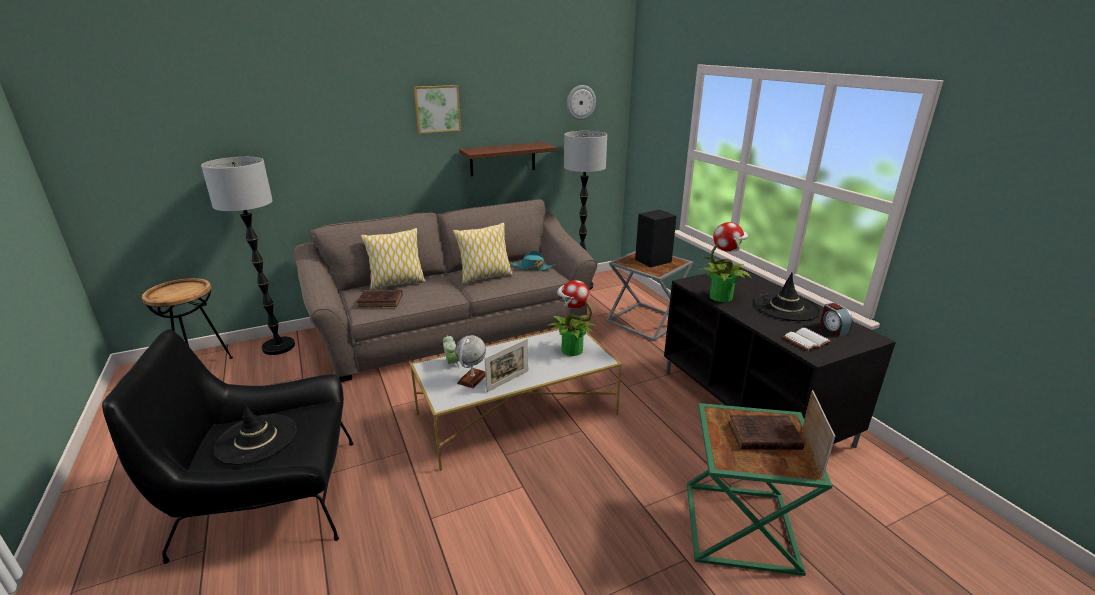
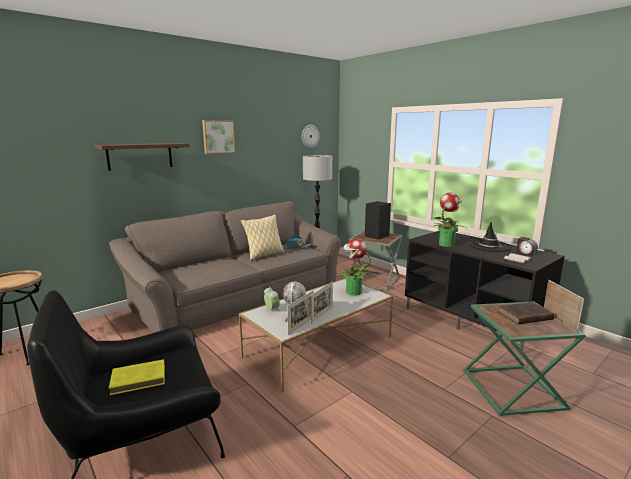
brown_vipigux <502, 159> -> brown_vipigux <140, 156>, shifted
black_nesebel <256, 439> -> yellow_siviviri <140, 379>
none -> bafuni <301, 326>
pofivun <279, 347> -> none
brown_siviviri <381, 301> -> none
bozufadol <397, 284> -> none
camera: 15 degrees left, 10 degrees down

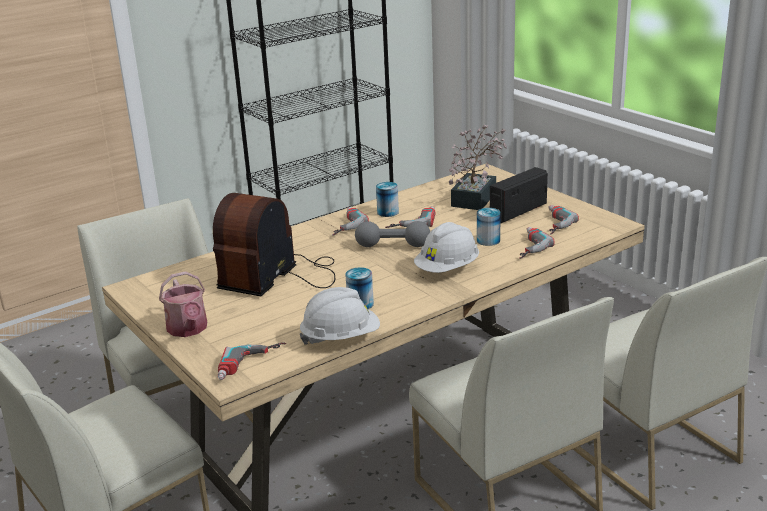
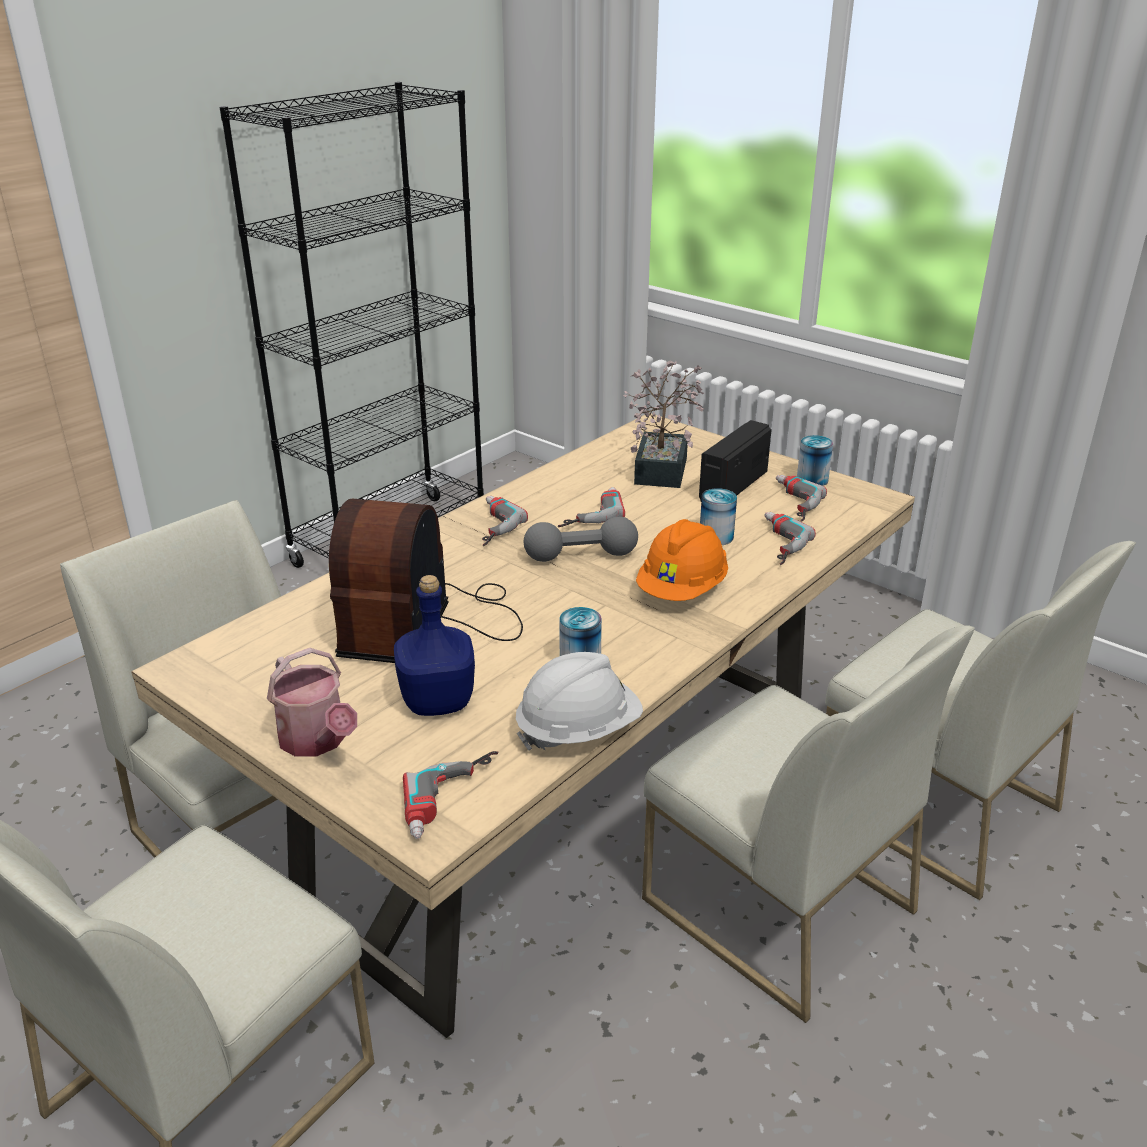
none -> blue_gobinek <438, 702>
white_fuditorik <447, 269> -> orange_fuditorik <682, 590>
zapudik <388, 212> -> zapudik <812, 480>, shifted
camera: 15 degrees left, 5 degrees up

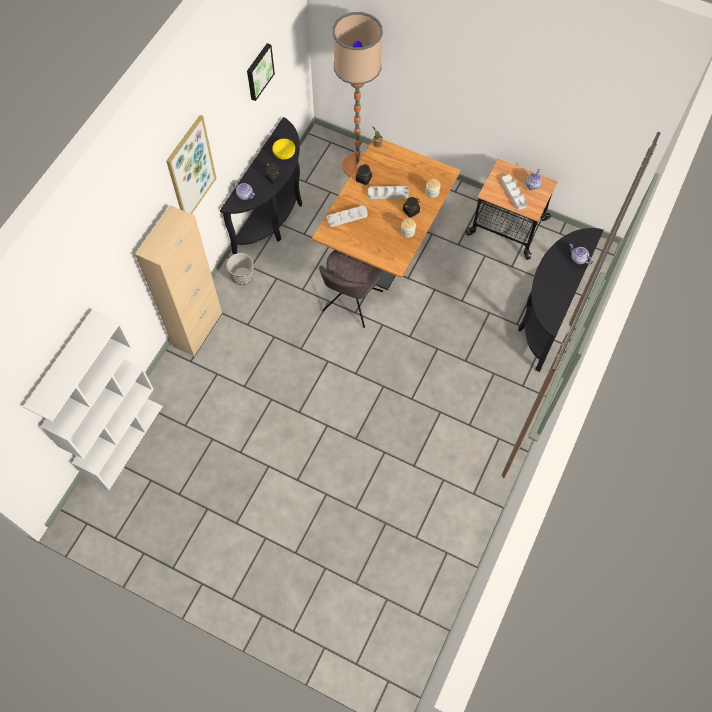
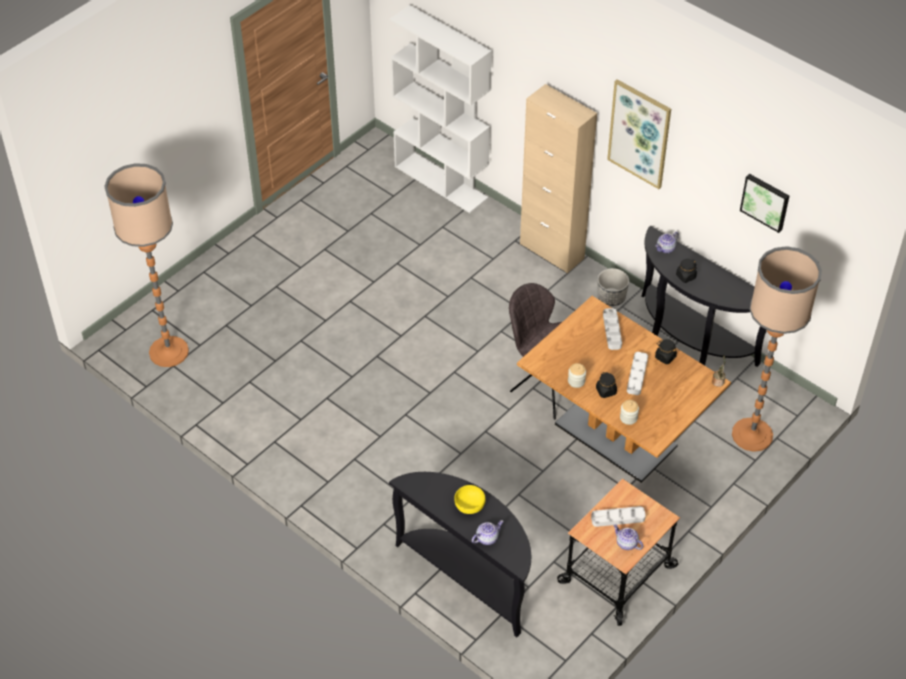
none -> pofivun <168, 352>
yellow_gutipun <284, 154> -> yellow_gutipun <469, 505>, shifted
camera: 105 degrees right, 15 degrees down

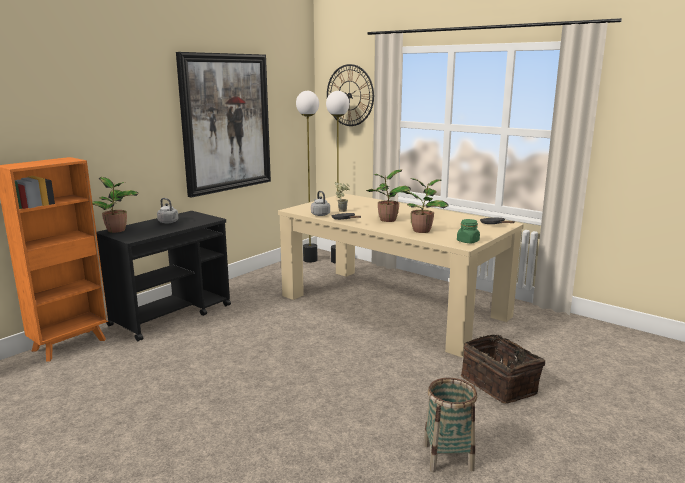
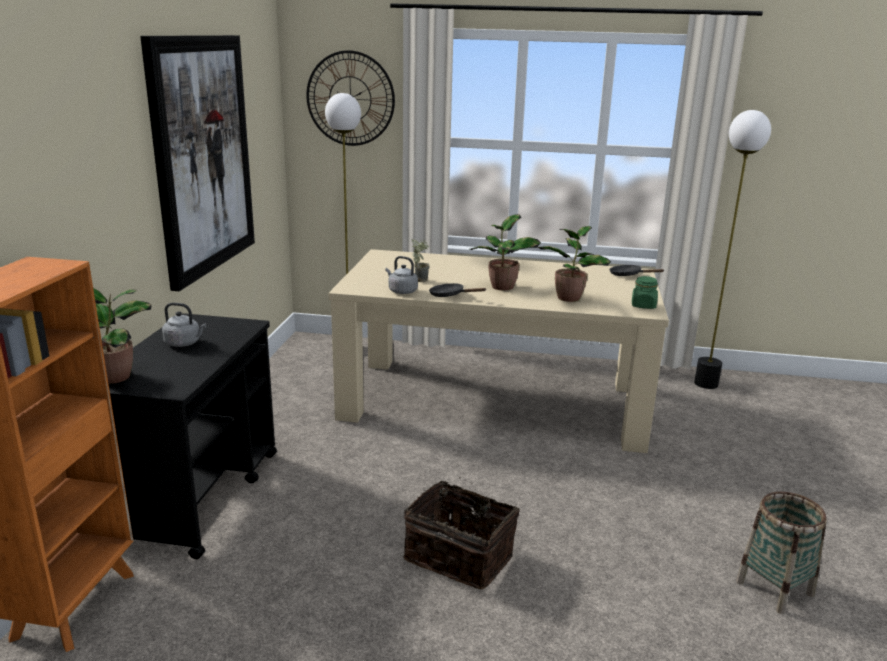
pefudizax <500, 385> -> pefudizax <460, 556>, shifted
pofivun <310, 260> -> pofivun <705, 384>, shifted
camera: 30 degrees left, 5 degrees up

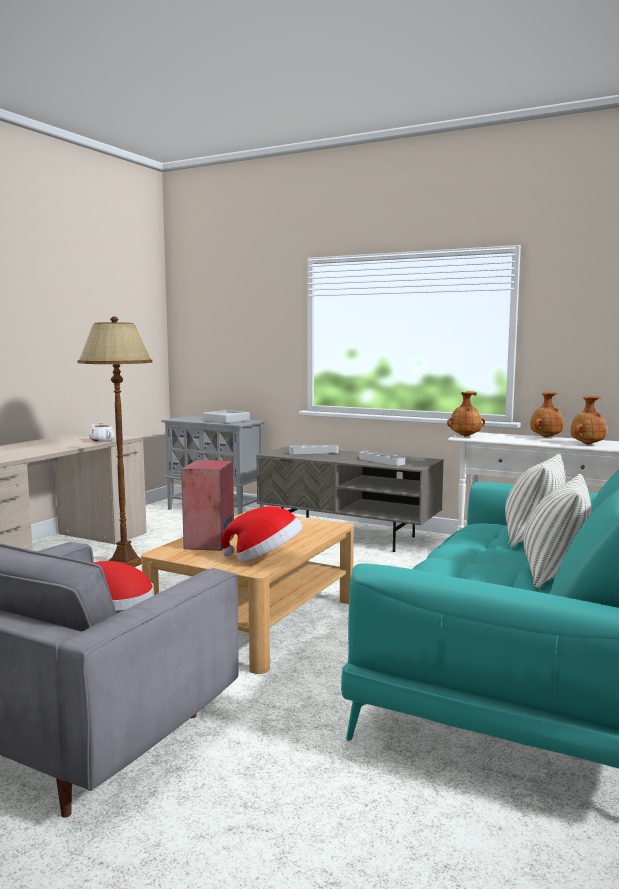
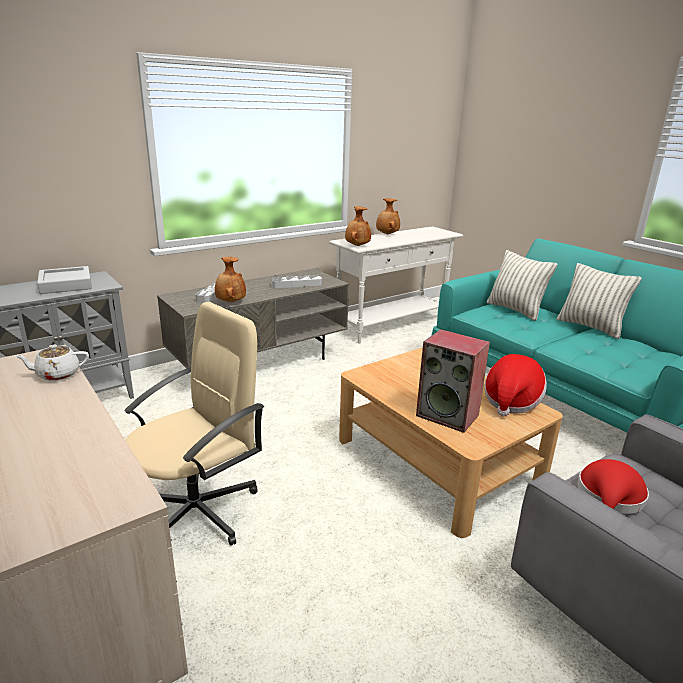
brown_pofivun <124, 563> -> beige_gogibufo <198, 510>
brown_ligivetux <586, 444> -> brown_ligivetux <230, 302>, shifted
camera: 65 degrees left, 15 degrees up

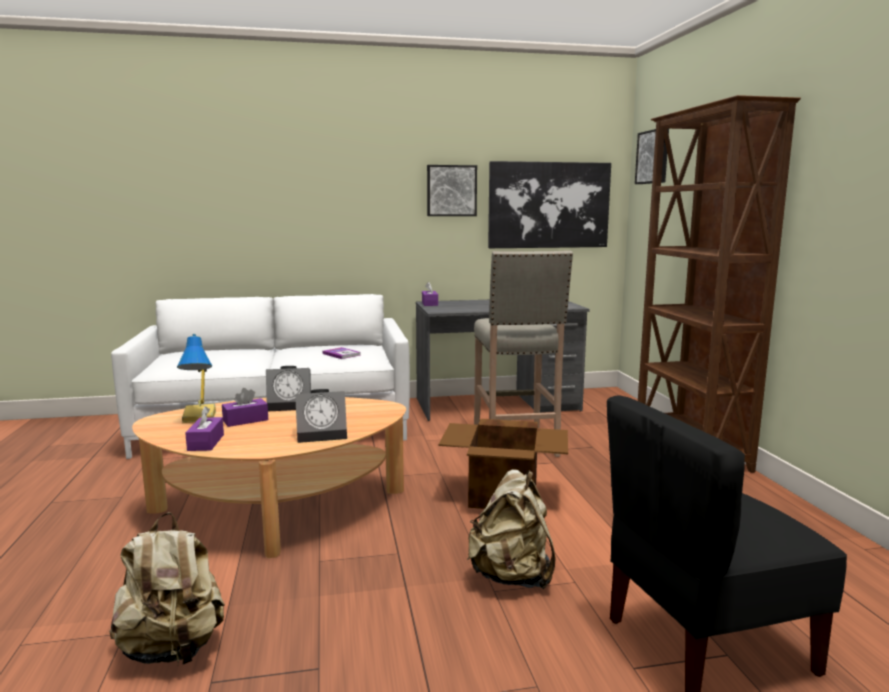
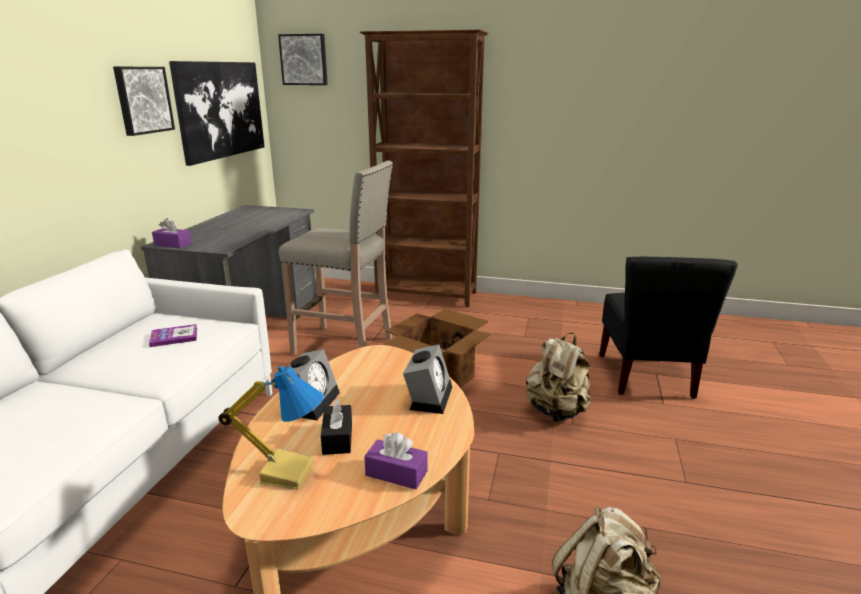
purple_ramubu <245, 420> -> black_ramubu <337, 438>
camera: 65 degrees left, 10 degrees up

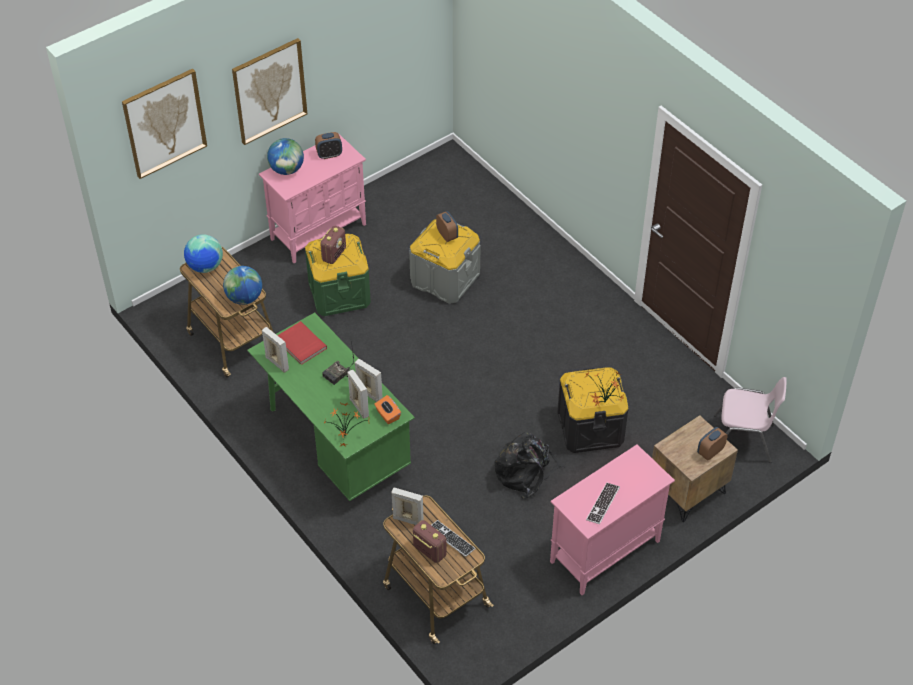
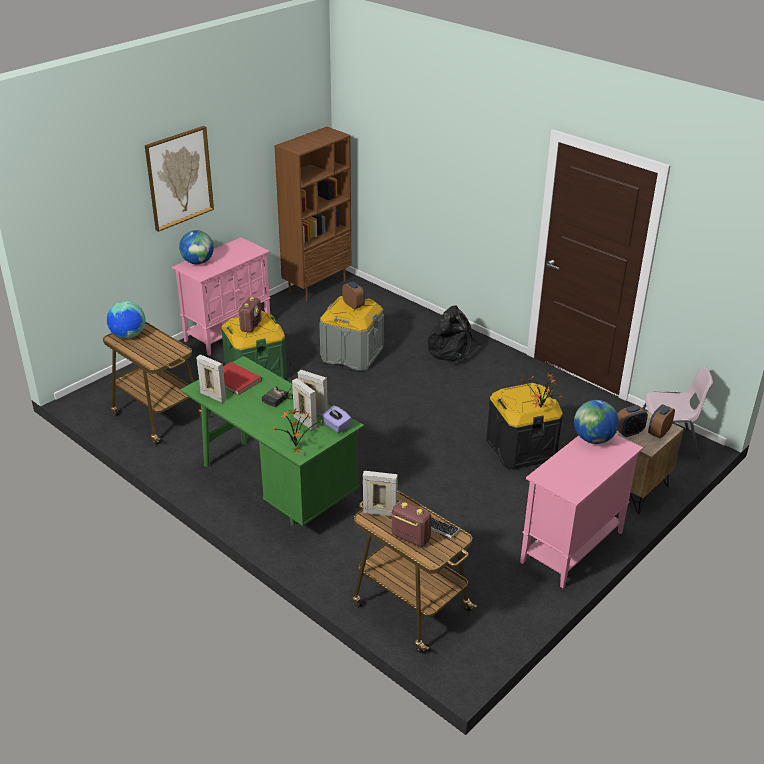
none -> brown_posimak <317, 286>
orange_ramubu <387, 415> -> purple_ramubu <336, 426>
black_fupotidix <526, 472> -> black_fupotidix <453, 350>, shifted
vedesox <244, 298> -> vedesox <593, 439>, shifted
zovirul <329, 155> -> zovirul <629, 432>, shifted
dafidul <164, 123> -> none
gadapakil <603, 504> -> none
camera: 10 degrees left, 15 degrees down

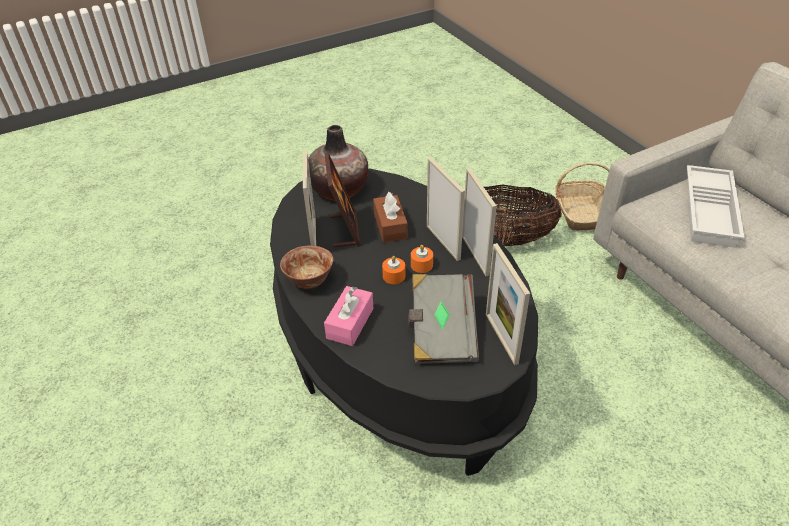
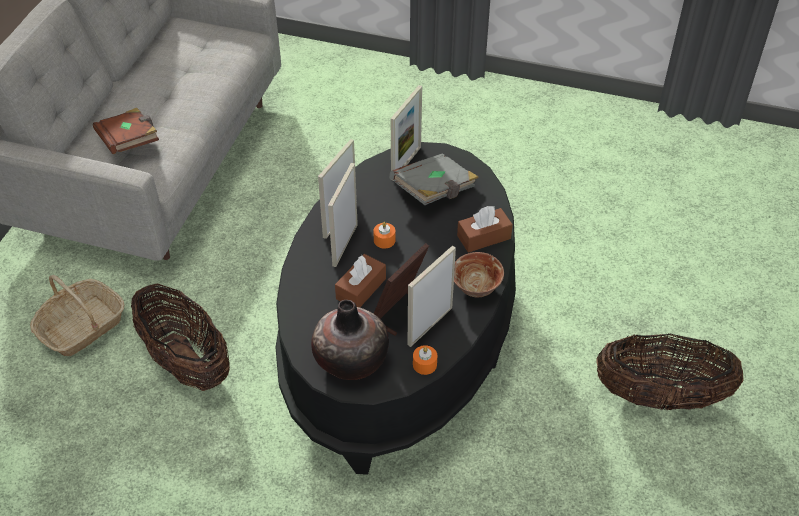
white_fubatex <711, 212> -> brown_siviviri <130, 142>
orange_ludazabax <394, 276> -> orange_ludazabax <424, 364>, shifted
pink_ramubu <350, 323> -> brown_ramubu <484, 237>
none -> pefudizax <660, 396>
camera: 135 degrees left, 5 degrees up

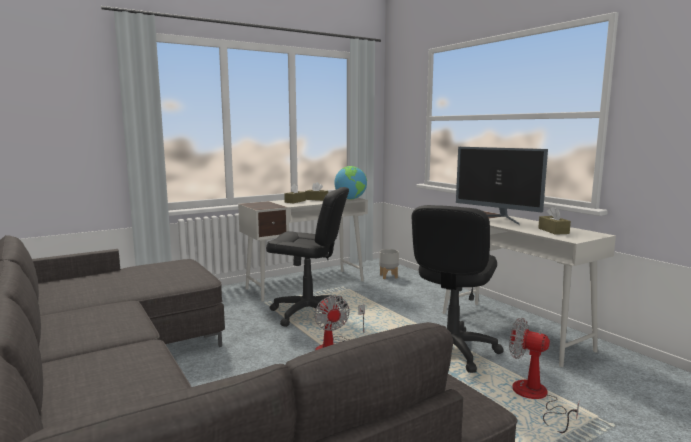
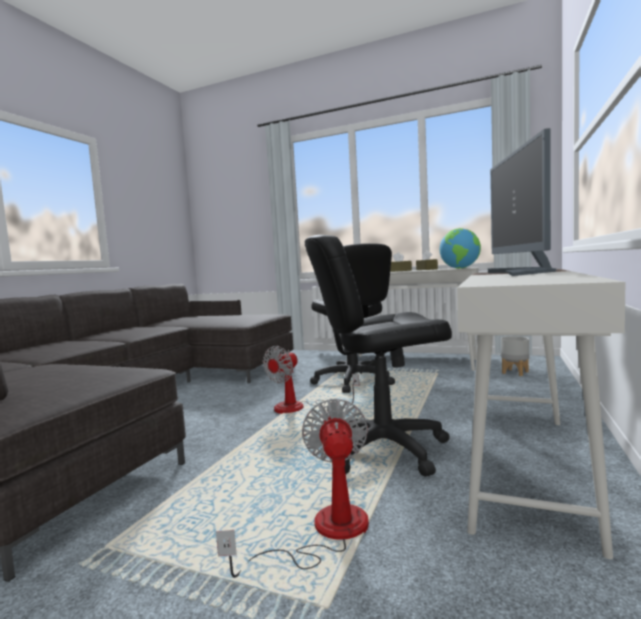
brown_ramubu <553, 231> -> none
camera: 55 degrees right, 5 degrees down

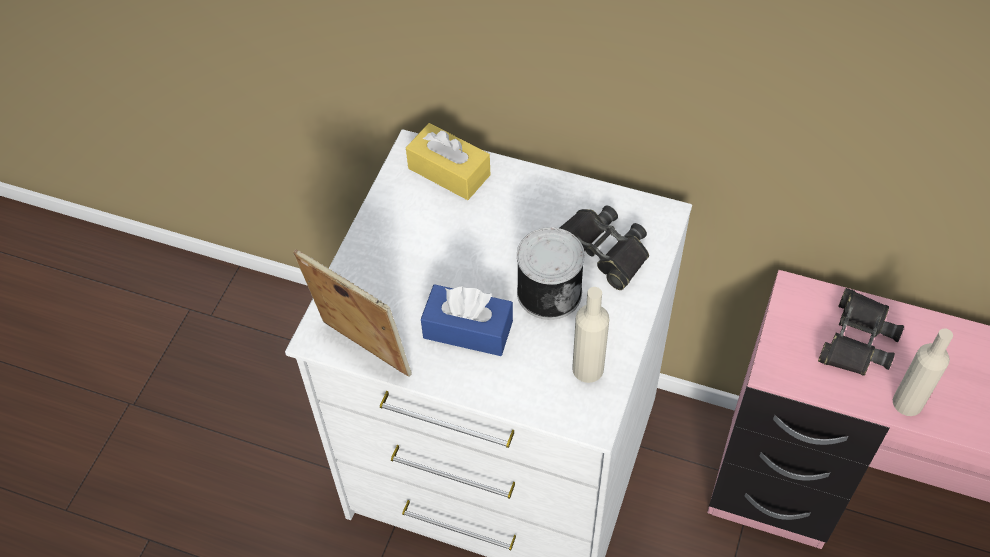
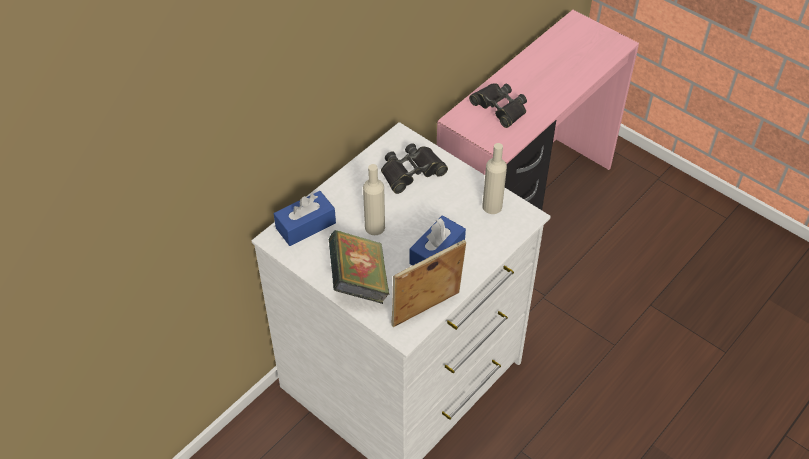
yellow_ramubu <449, 171> -> blue_ramubu <305, 225>
none -> siviviri <359, 281>
beige_gobinek <907, 402> -> beige_gobinek <375, 227>, shifted
zapudik <548, 291> -> none
camera: 70 degrees left, 5 degrees down

